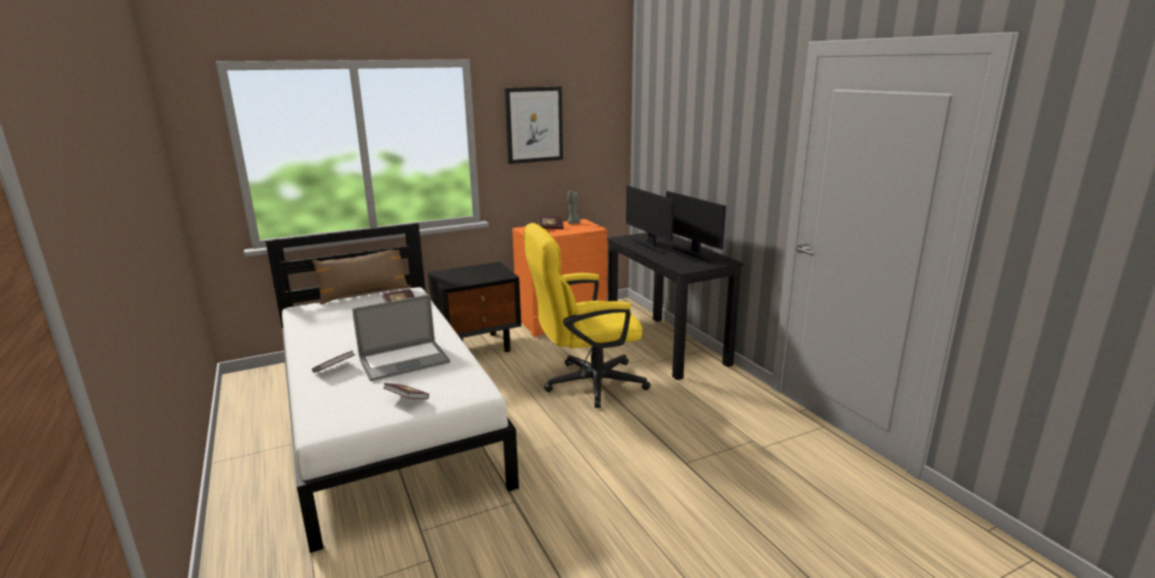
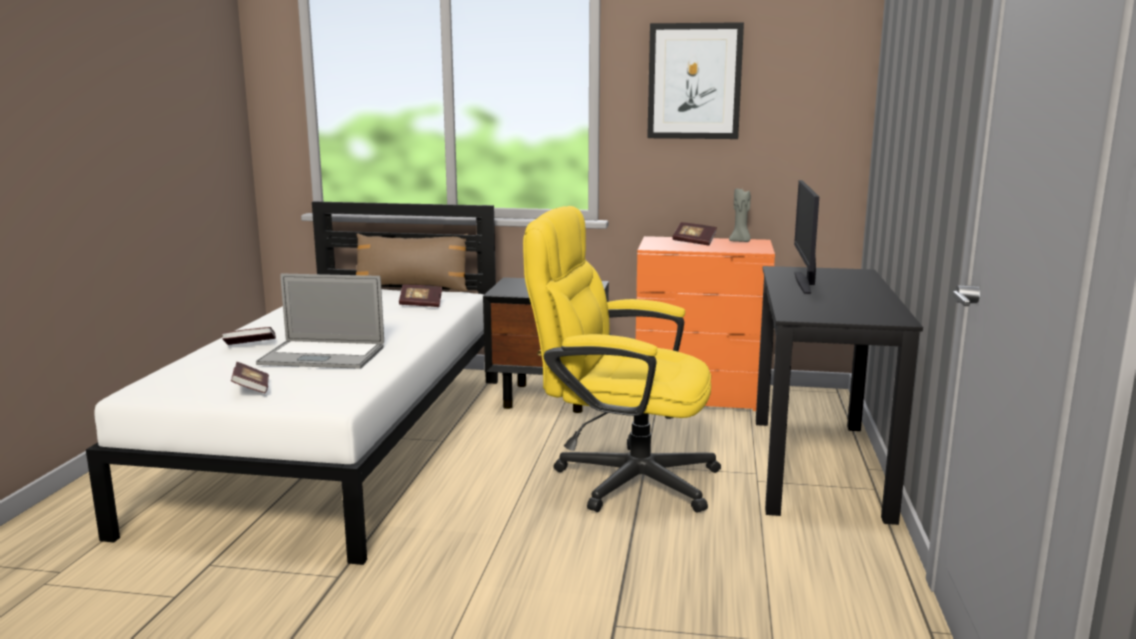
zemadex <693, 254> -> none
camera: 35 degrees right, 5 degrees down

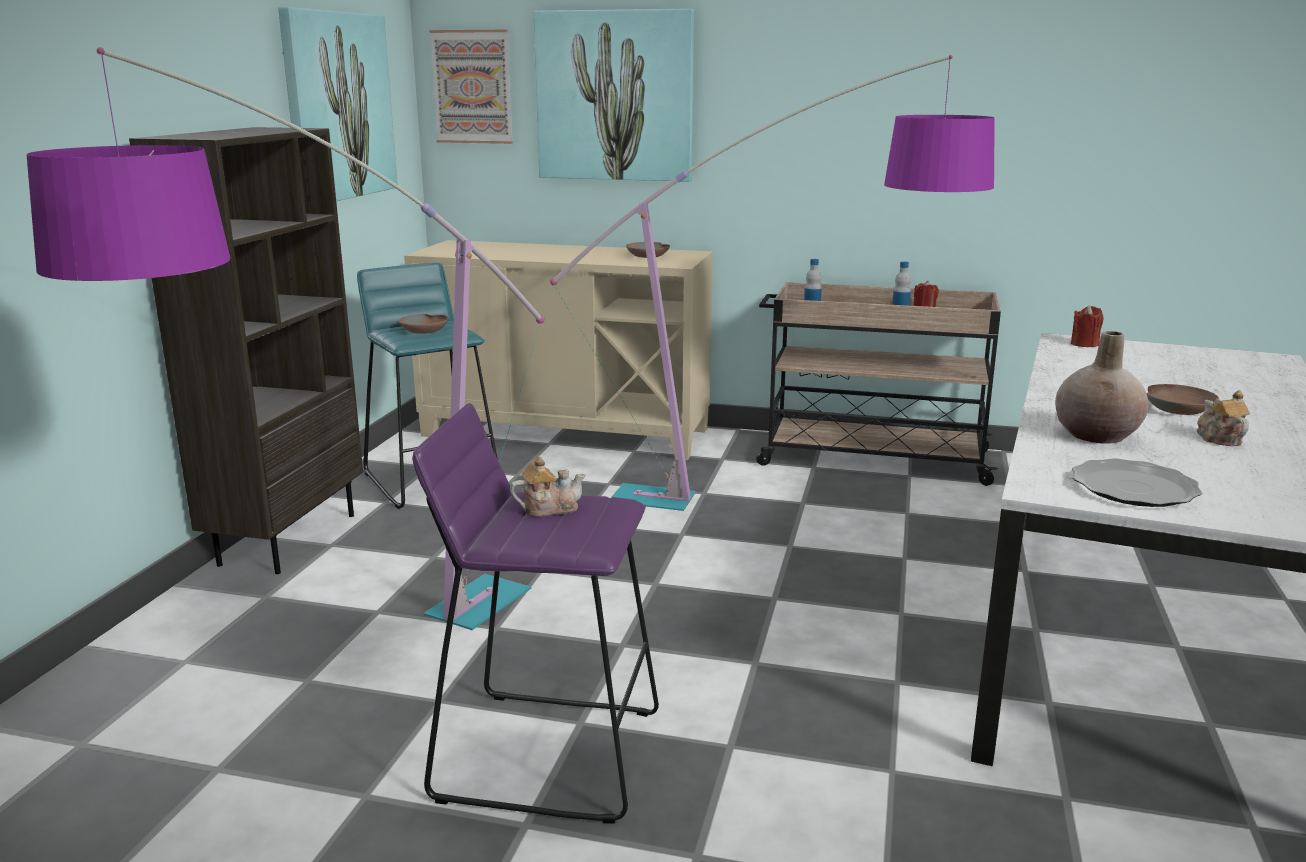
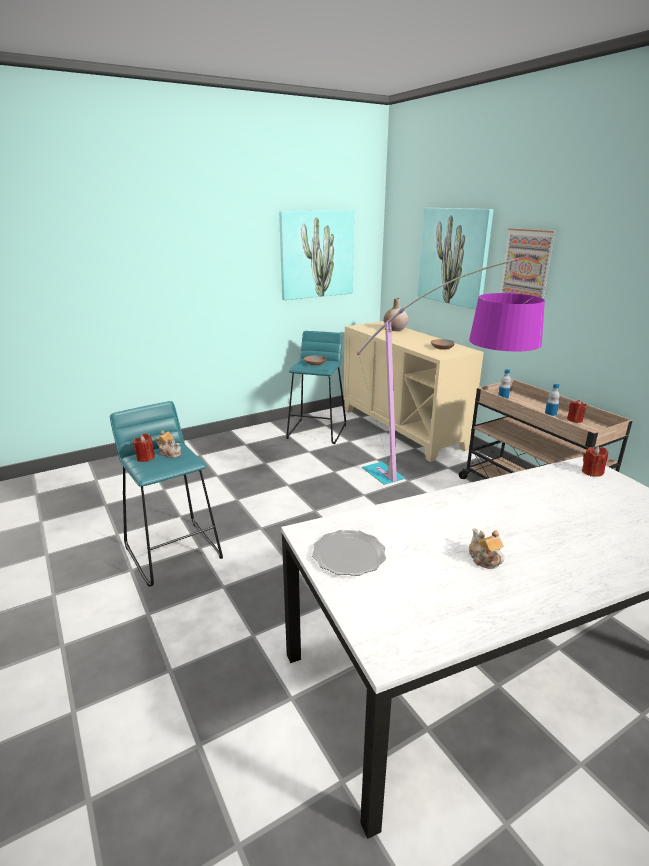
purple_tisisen <547, 753> -> turquoise_tisisen <174, 551>
none -> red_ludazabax <145, 458>
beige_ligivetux <1097, 435> -> beige_ligivetux <395, 329>, shifted
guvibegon <1218, 439> -> guvibegon <483, 559>, 60 degrees counterclockwise
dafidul <472, 87> -> dafidul <526, 267>, shifted
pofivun <354, 685> -> none
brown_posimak <287, 538> -> none
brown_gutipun <1179, 408> -> none
camera: 45 degrees right, 5 degrees up

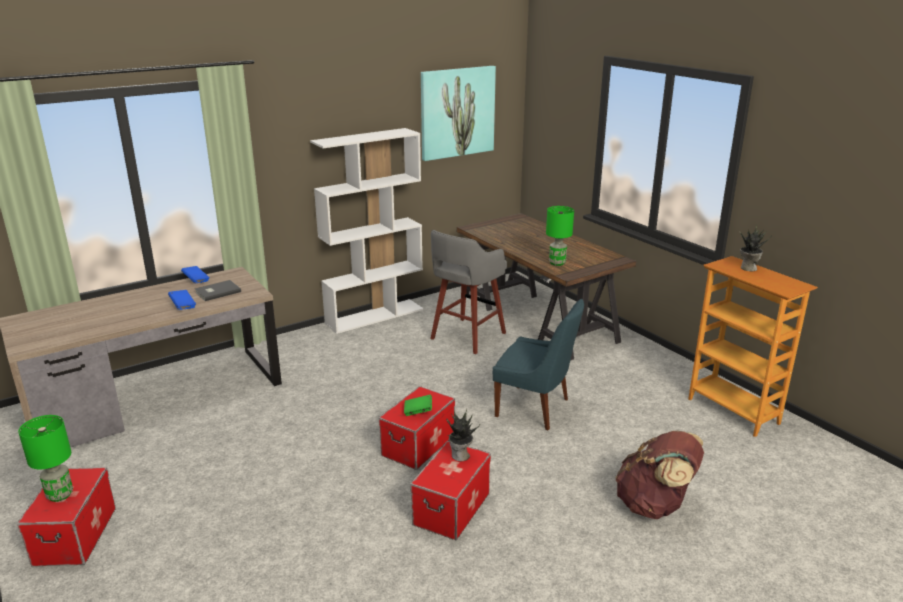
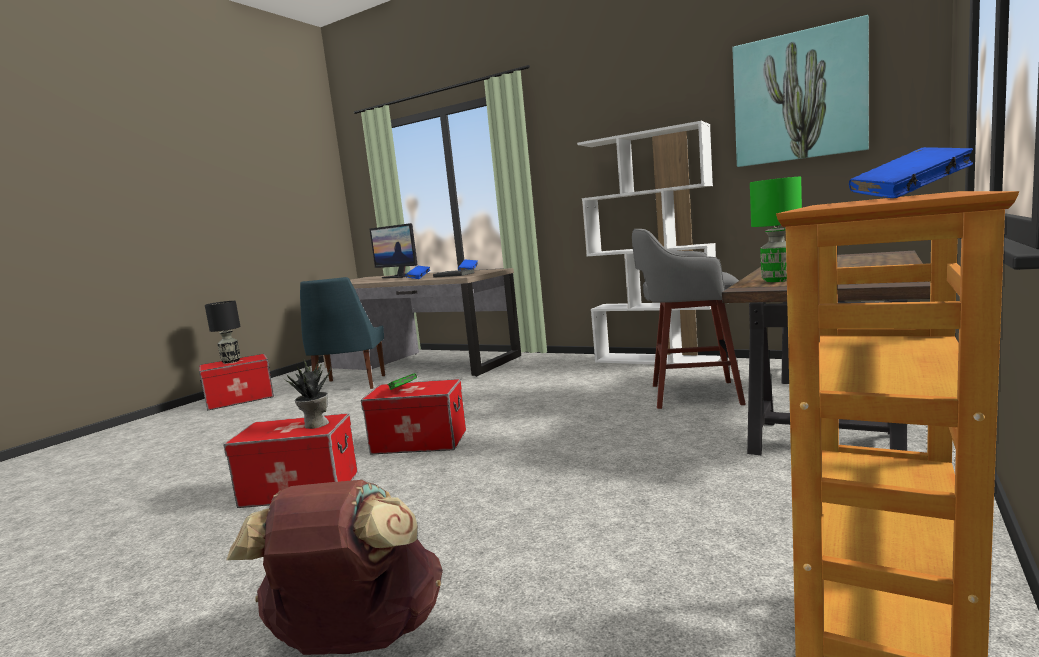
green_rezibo <60, 495> -> black_rezibo <230, 361>
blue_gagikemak <535, 408> -> blue_gagikemak <350, 385>, shifted
none -> zemadex <398, 276>
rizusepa <748, 268> -> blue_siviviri <908, 196>
camera: 65 degrees right, 15 degrees down

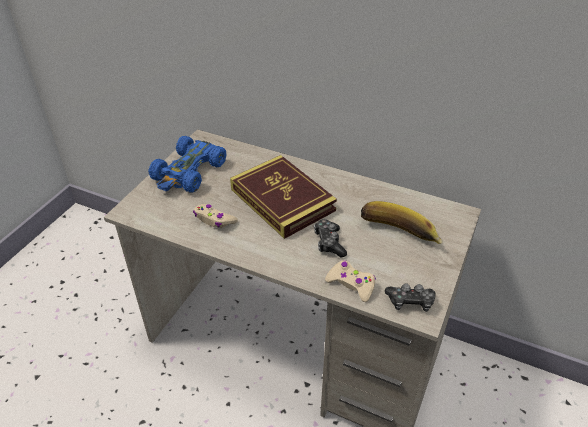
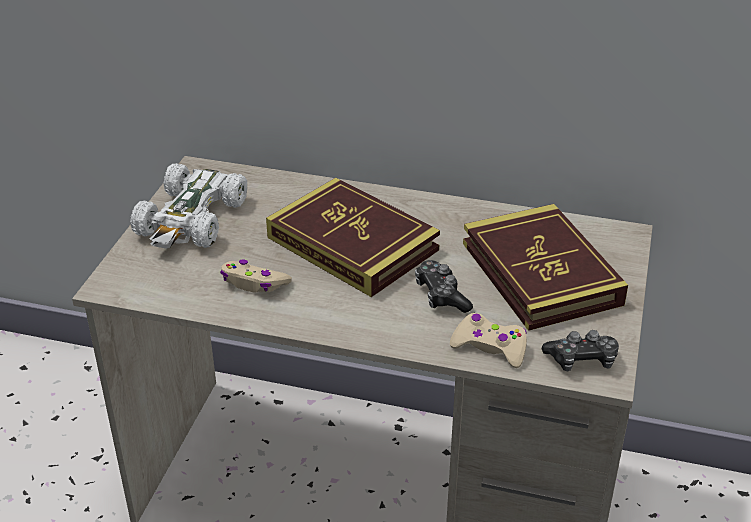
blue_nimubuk <189, 172> -> white_nimubuk <192, 219>
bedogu <397, 235> -> siviviri <540, 273>
camera: 10 degrees left, 5 degrees down

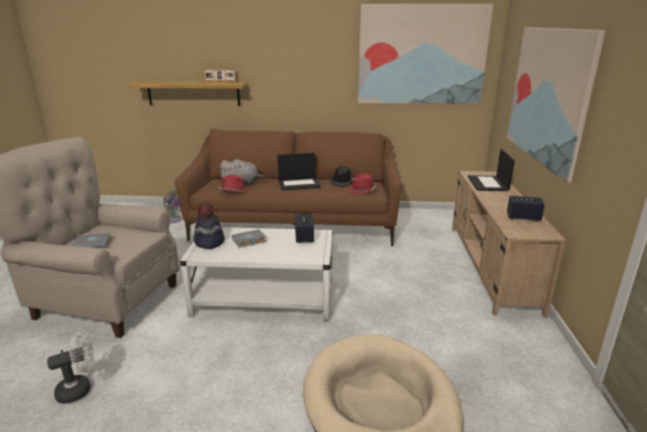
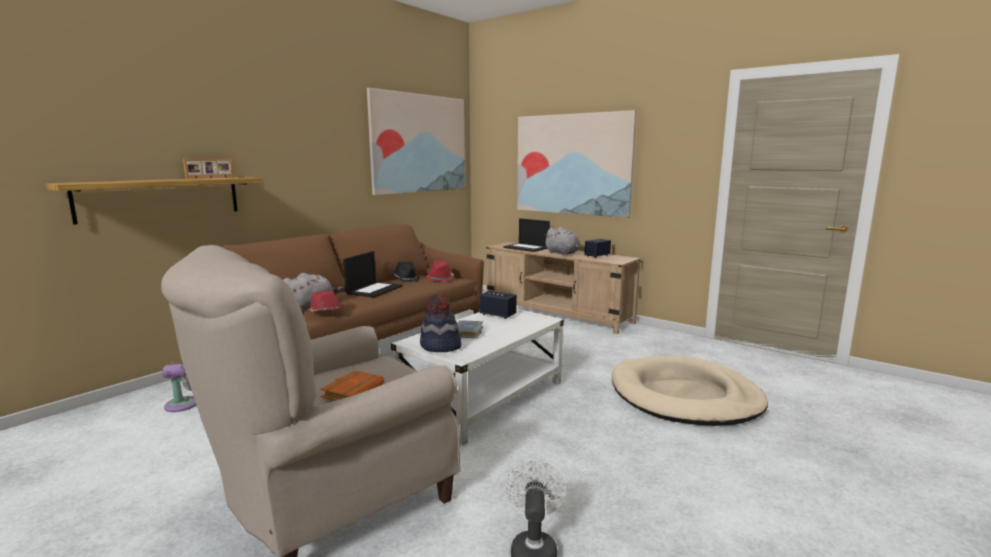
grey_siviviri <94, 243> -> orange_siviviri <352, 390>
none -> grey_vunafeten <563, 253>
camera: 55 degrees left, 10 degrees down

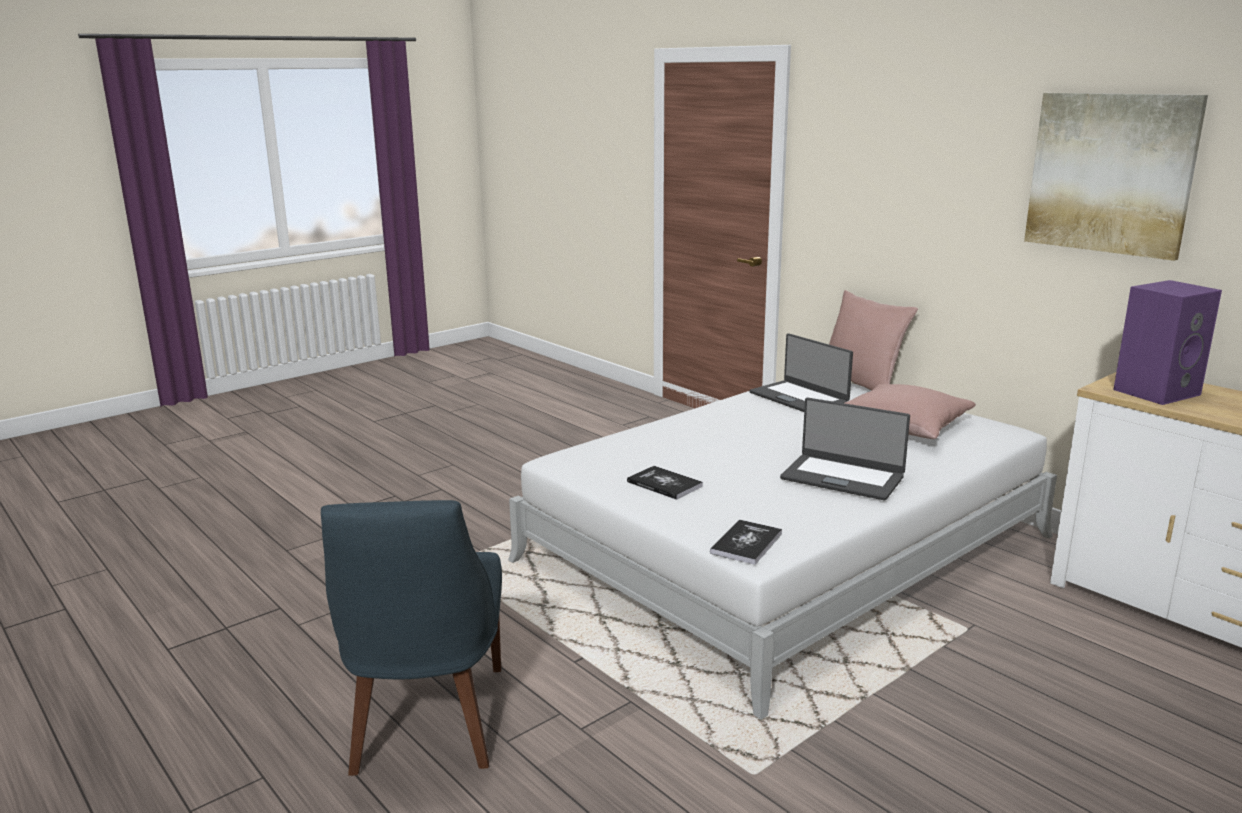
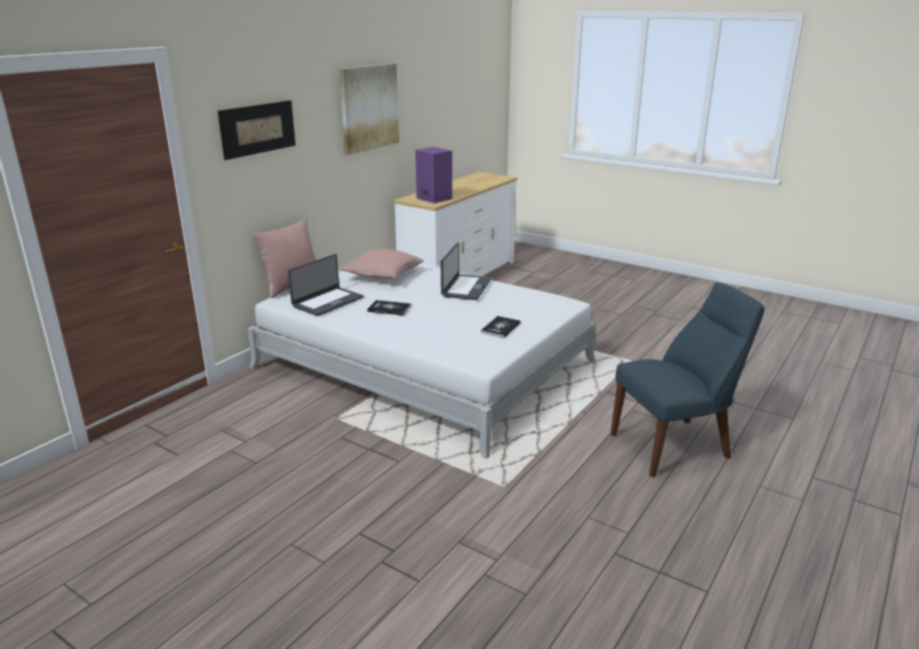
none -> dafidul <258, 129>
siviviri <746, 543> -> siviviri <389, 309>, shifted
camera: 105 degrees left, 5 degrees up

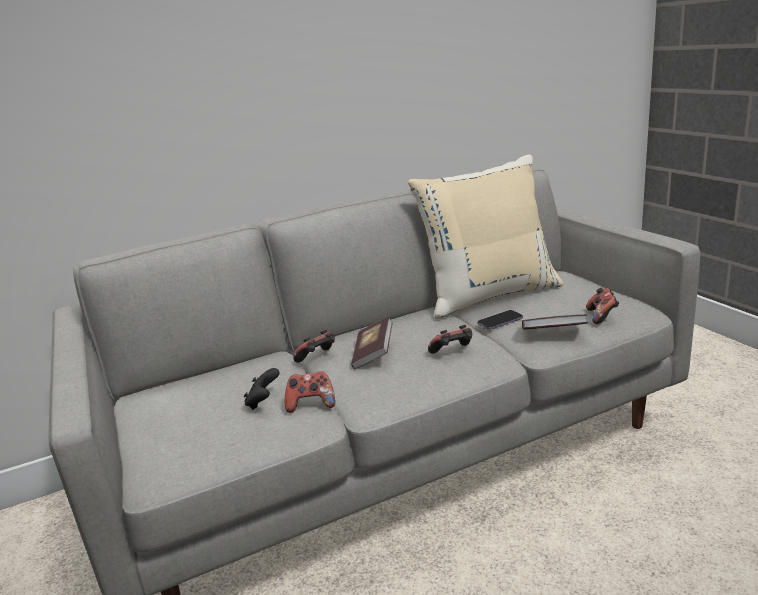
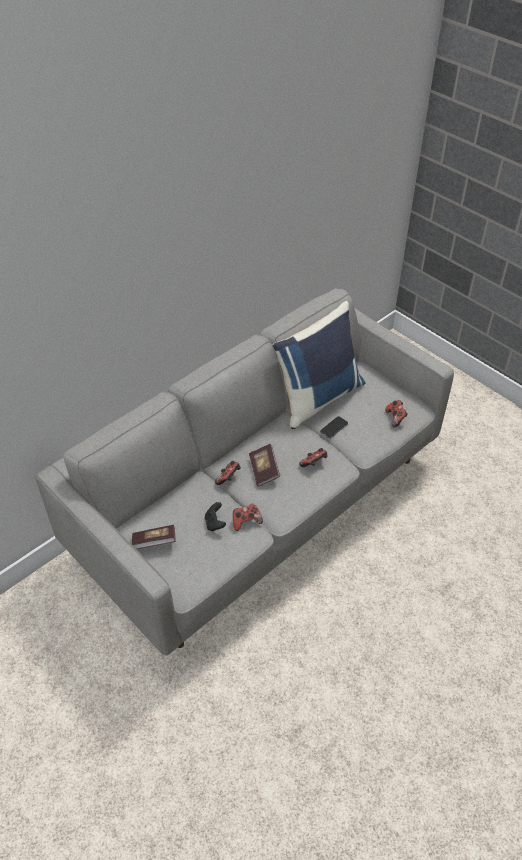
siviviri <553, 334> -> siviviri <154, 542>, shifted
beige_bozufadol <489, 295> -> blue_bozufadol <318, 397>
camera: 20 degrees left, 25 degrees up

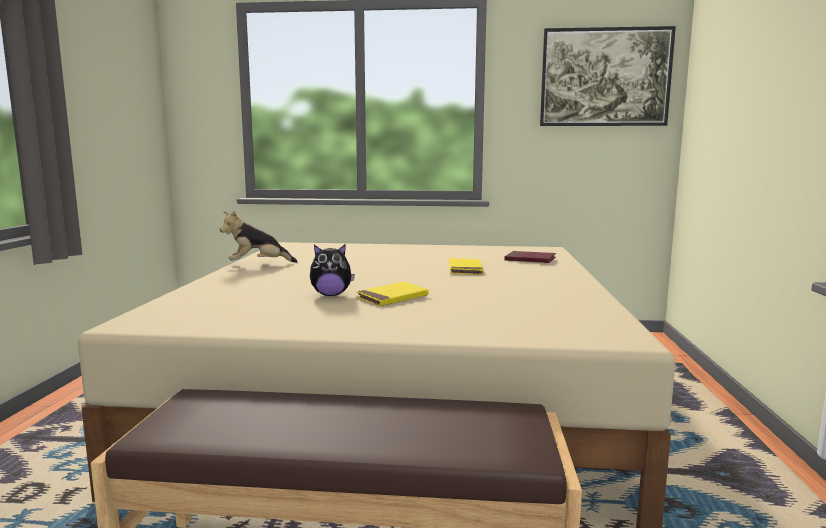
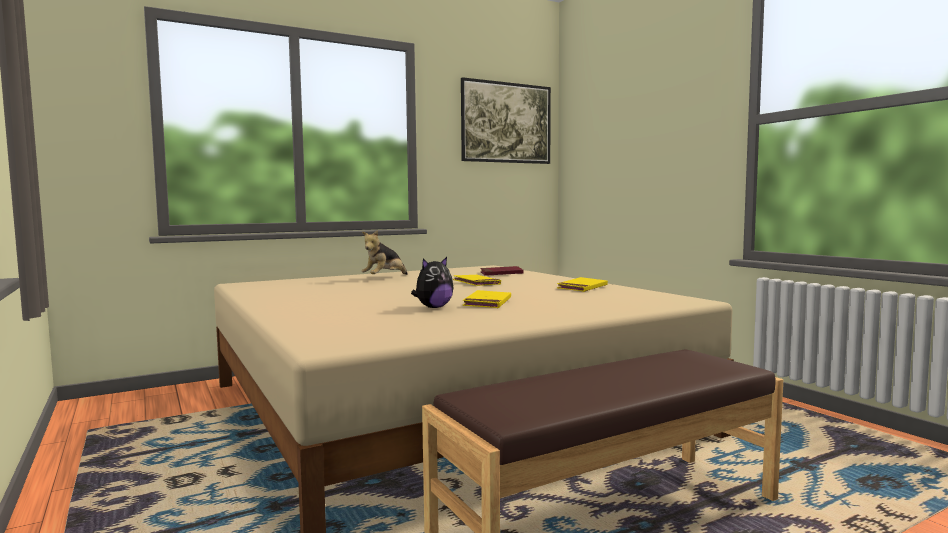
vunafeten <258, 265> -> vunafeten <384, 278>, shifted
none -> yellow_siviviri <582, 287>
camera: 35 degrees left, 5 degrees down

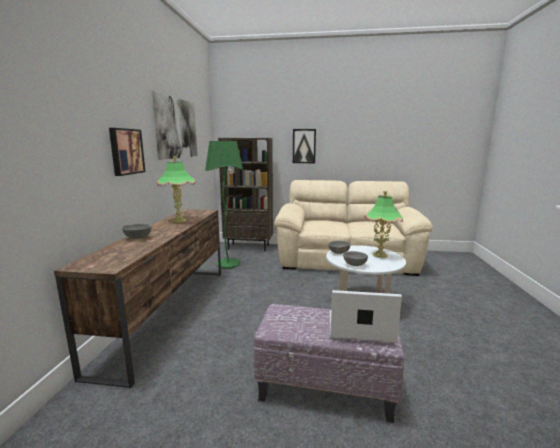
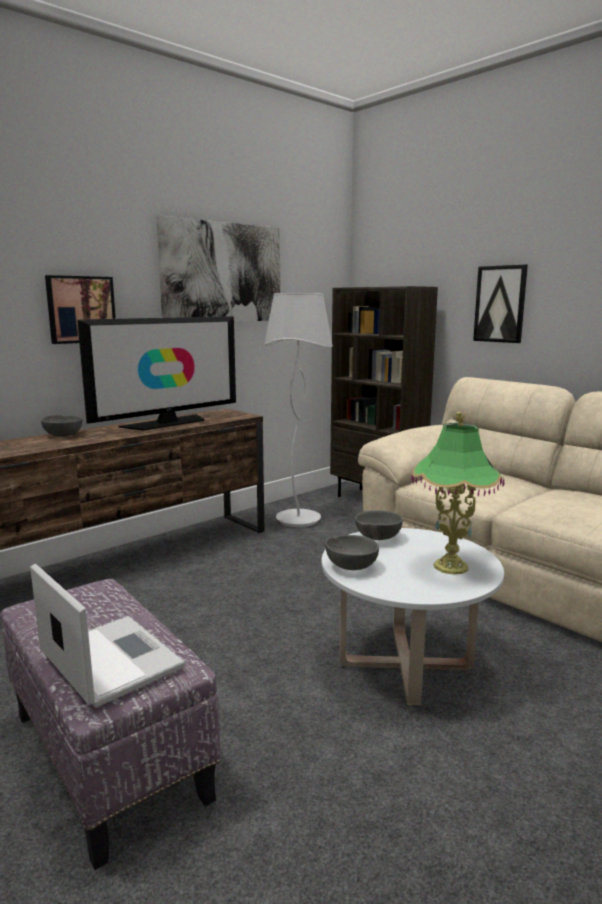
rezibo <179, 220> -> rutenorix <167, 423>
green_pofivun <228, 264> -> white_pofivun <298, 520>
camera: 40 degrees right, 0 degrees up

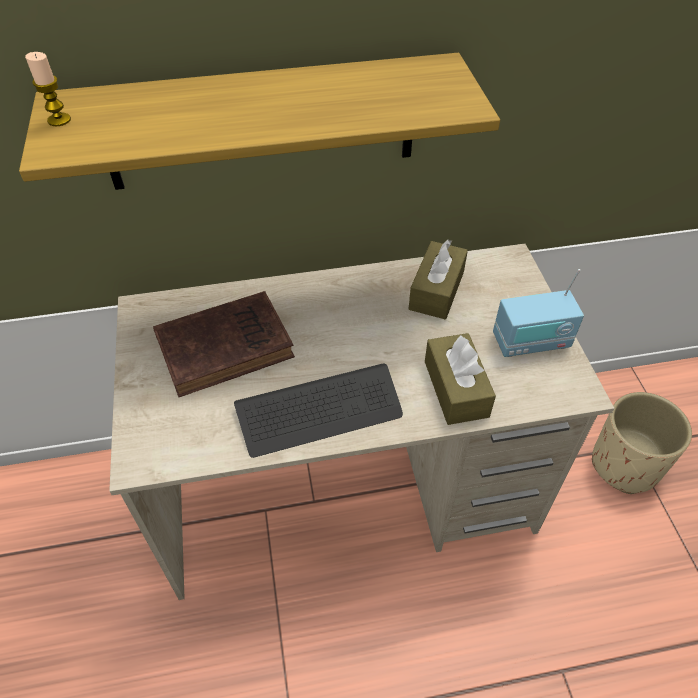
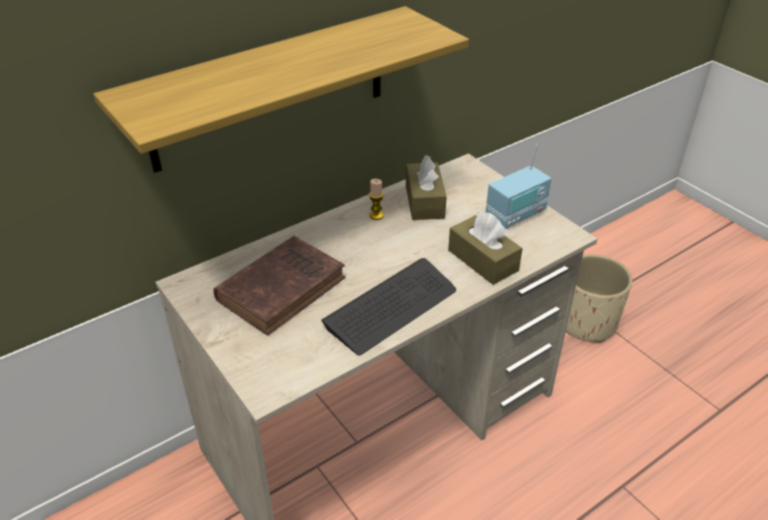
ludazabax <59, 120> -> ludazabax <376, 215>, shifted
camera: 25 degrees left, 10 degrees down

